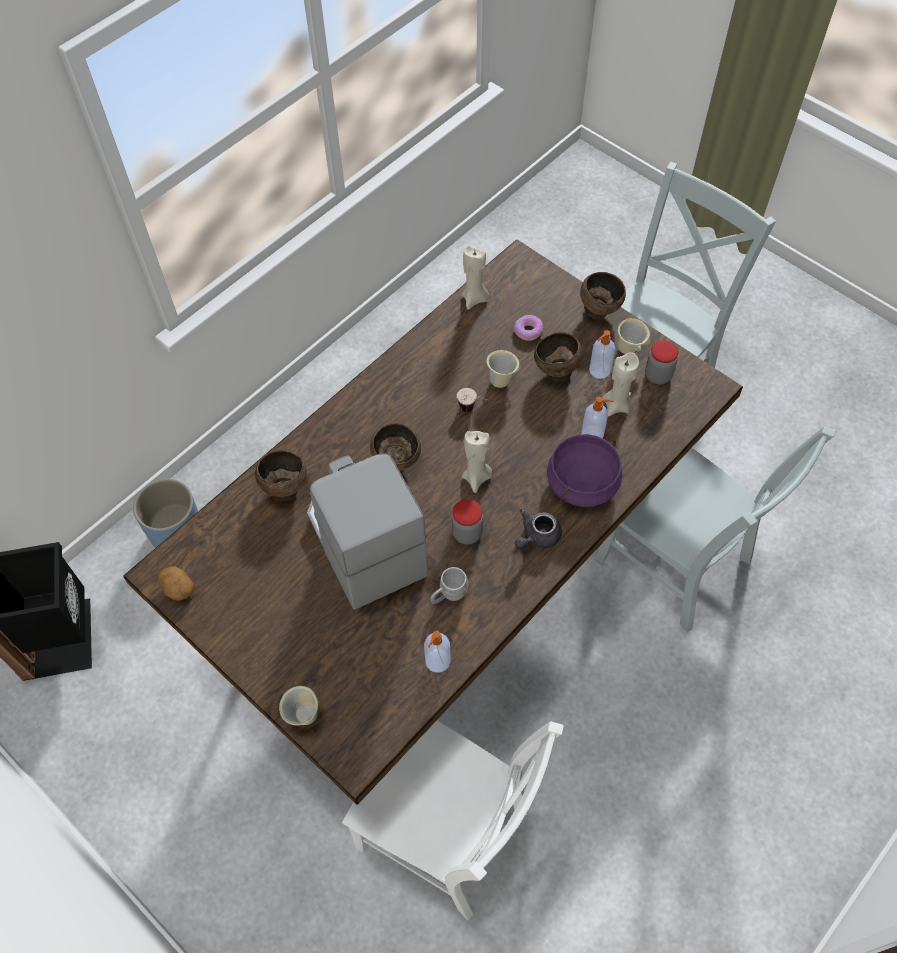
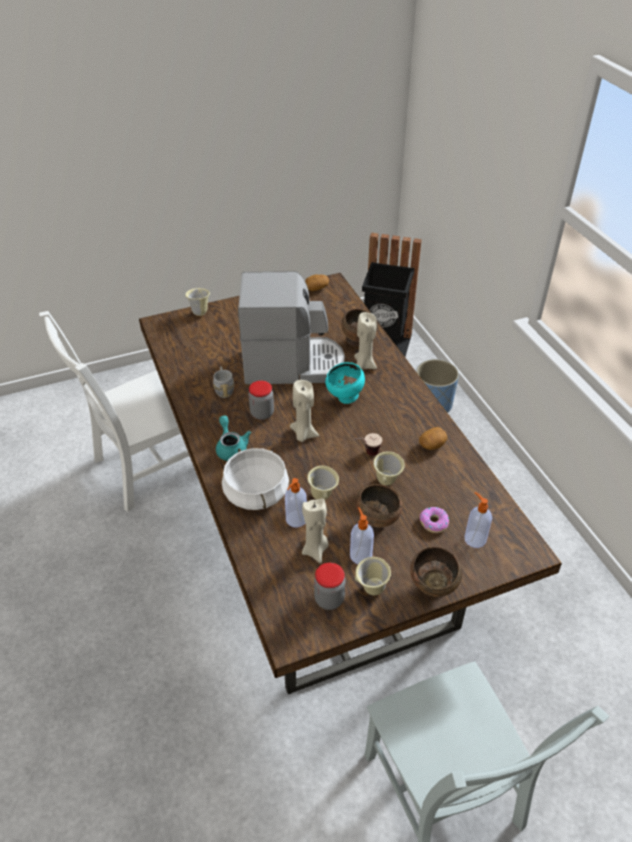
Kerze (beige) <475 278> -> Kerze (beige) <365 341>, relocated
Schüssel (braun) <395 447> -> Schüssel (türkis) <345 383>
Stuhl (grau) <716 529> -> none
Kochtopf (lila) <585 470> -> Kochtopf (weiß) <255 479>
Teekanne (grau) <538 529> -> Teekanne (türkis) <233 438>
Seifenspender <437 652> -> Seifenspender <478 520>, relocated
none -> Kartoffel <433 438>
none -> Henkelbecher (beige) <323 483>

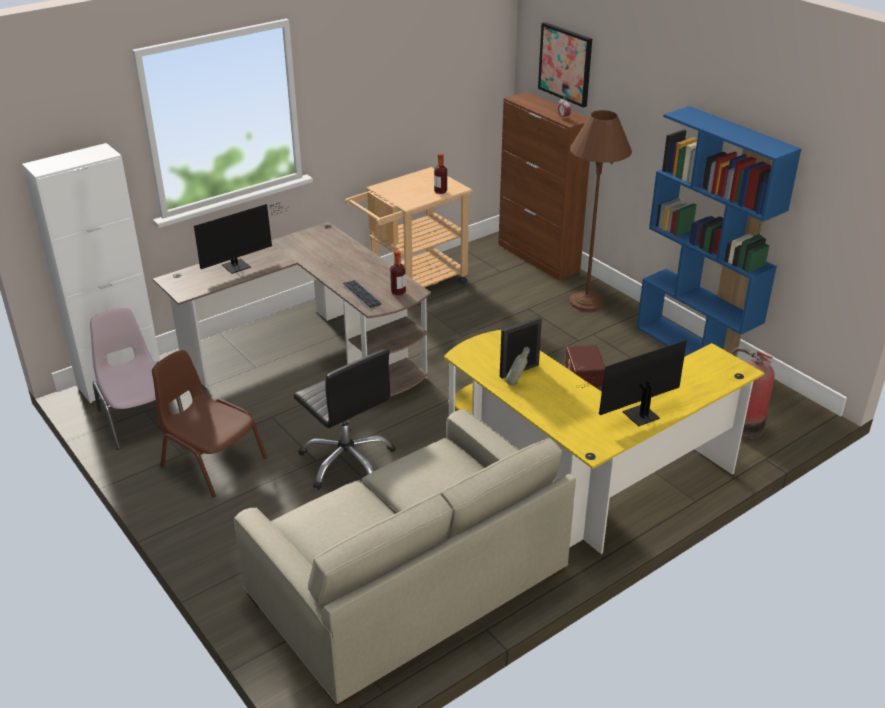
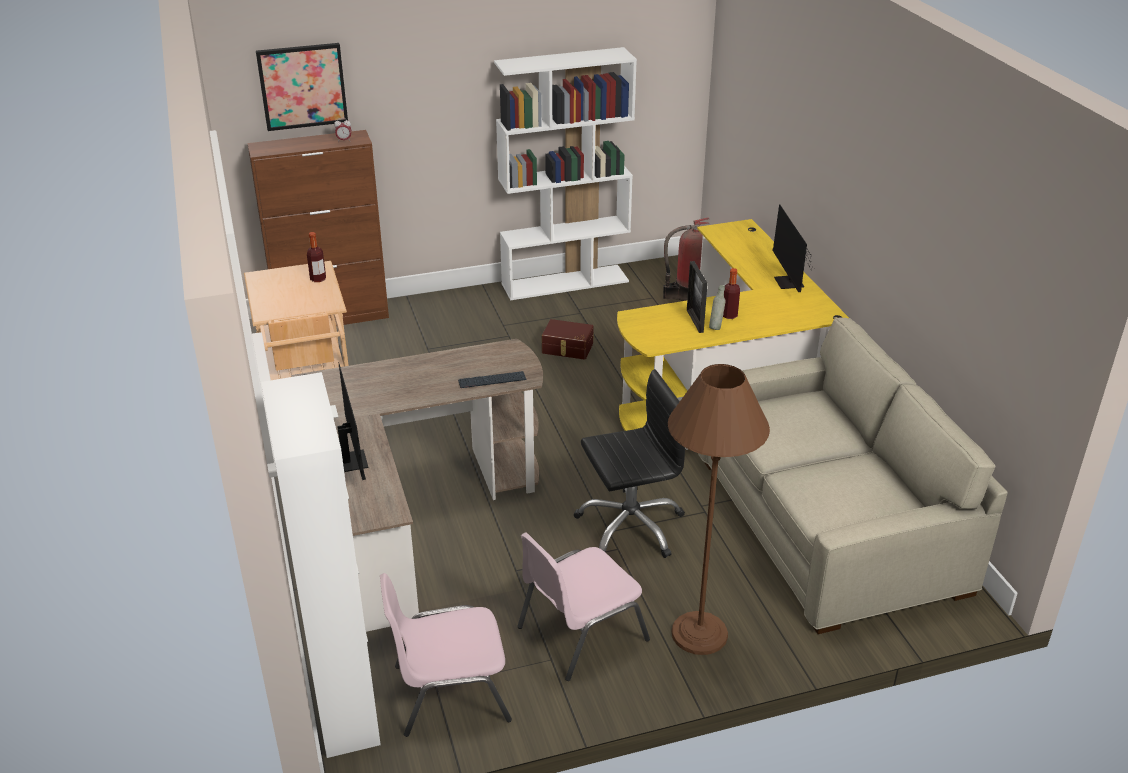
Bücherregal (blau) <718 231> -> Bücherregal (weiß) <565 173>
Stehlampe (braun) <600 210> -> Stehlampe (braun) <719 509>, relocated
Flasche <398 273> -> Flasche <731 293>, relocated
Stuhl (braun) <209 424> -> Stuhl (rosa) <583 606>

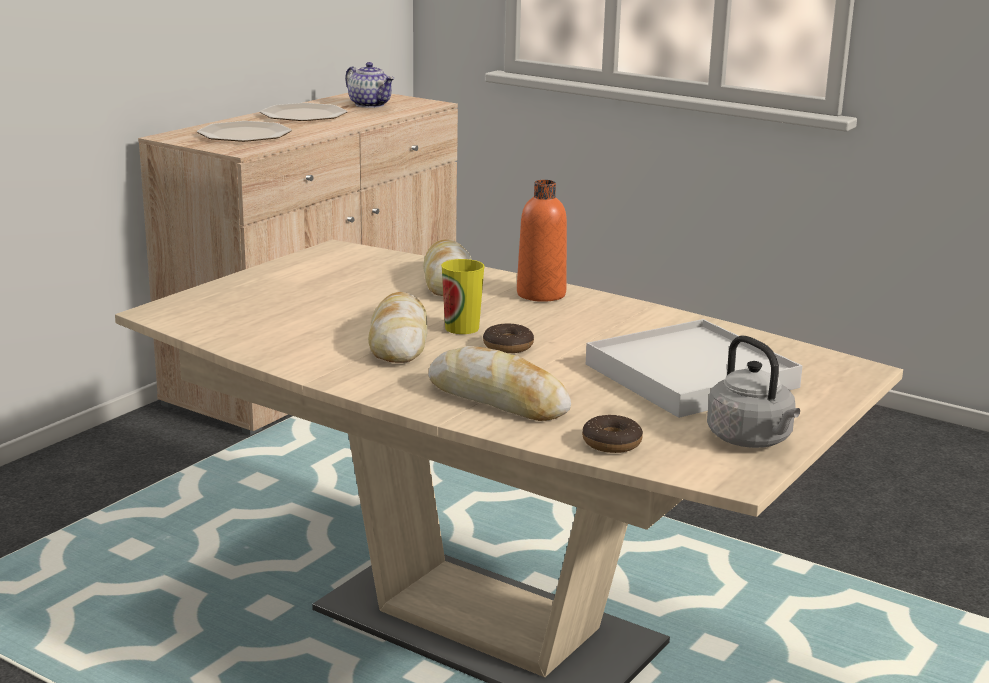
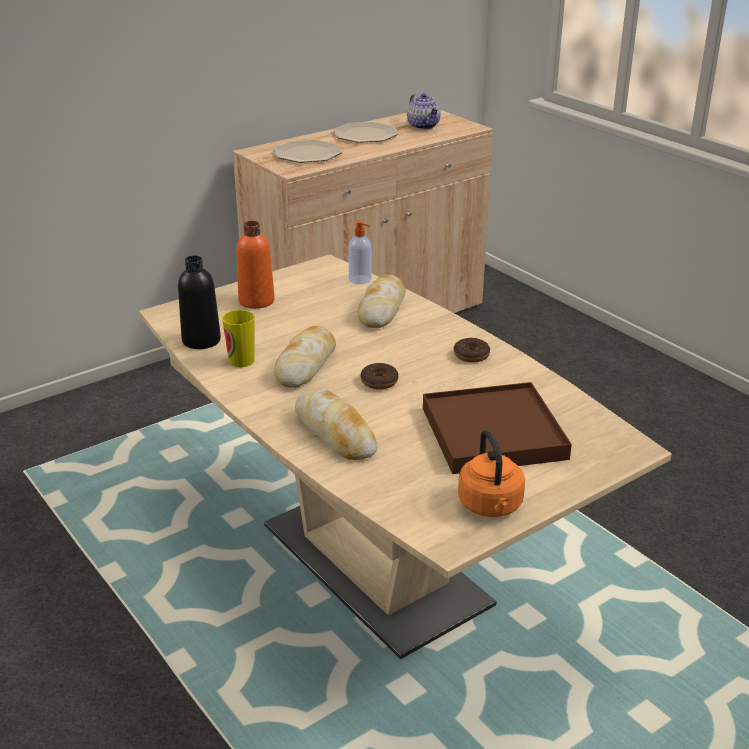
Flasche (orange) <542 241> -> Flasche (orange) <256 265>, relocated
Tasse <463 296> -> Tasse <238 338>, relocated
Tablett (weiß) <694 368> -> Tablett (braun) <497 428>
Wasserkessel (grau) <753 392> -> Wasserkessel (orange) <491 473>
Donut <612 434> -> Donut <471 350>, relocated
none -> Seifenspender <359 252>
none -> Flasche (schwarz) <199 302>

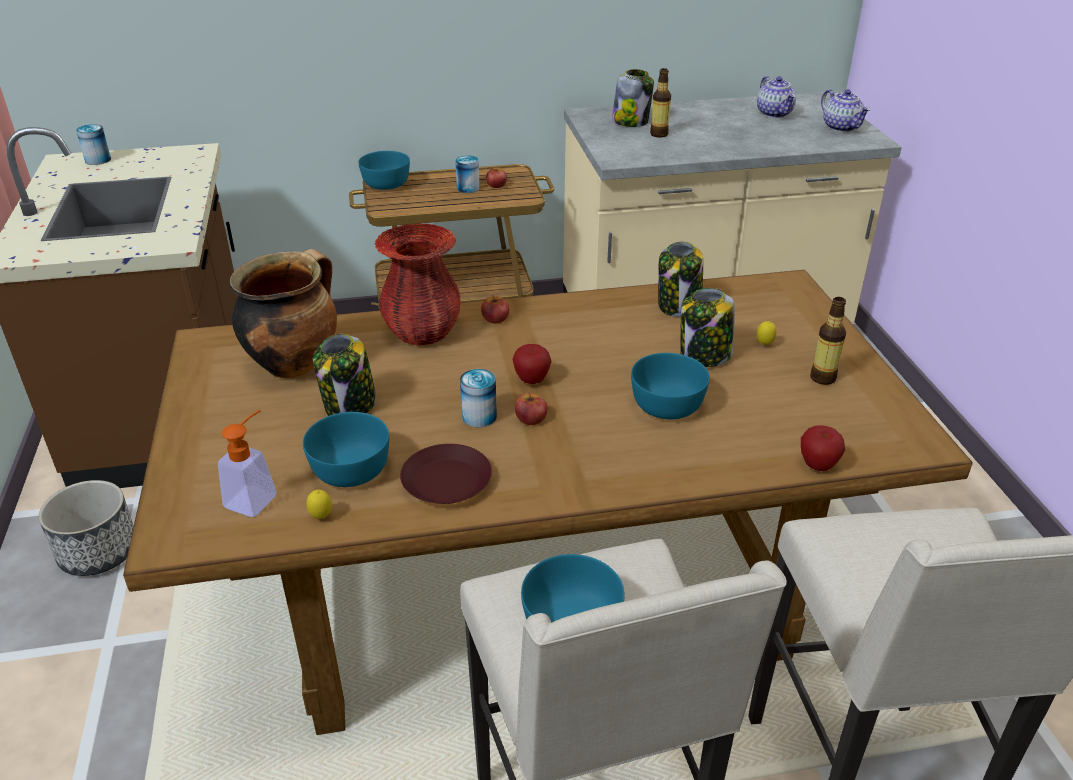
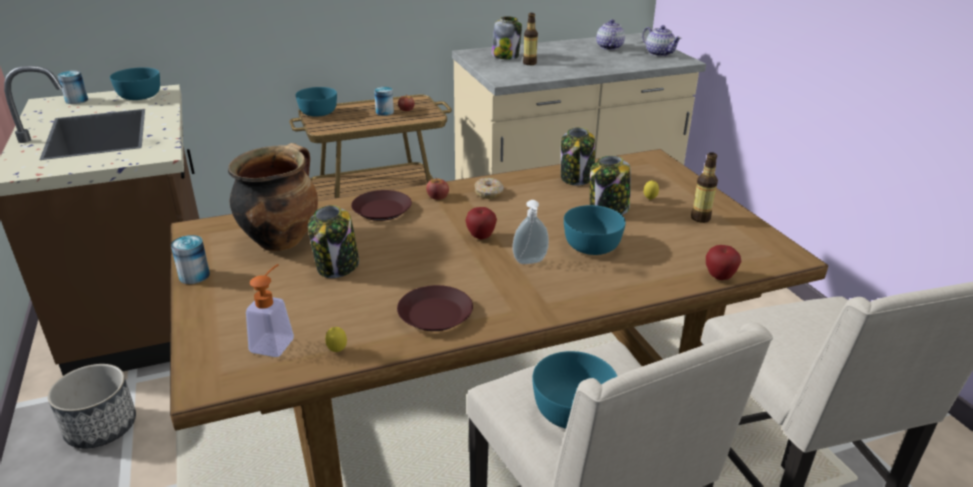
Teekanne <776 97> -> Teekanne <610 34>, 150 degrees counterclockwise
Vase (rot) <418 284> -> Teller (braun) <381 205>
Dose <478 398> -> Dose <190 259>, relocated
Apfel <531 408> -> none
Schüssel (türkis) <346 449> -> Schüssel (türkis) <135 83>, relocated
none -> Donut <489 188>
none -> Seifenspender <531 232>

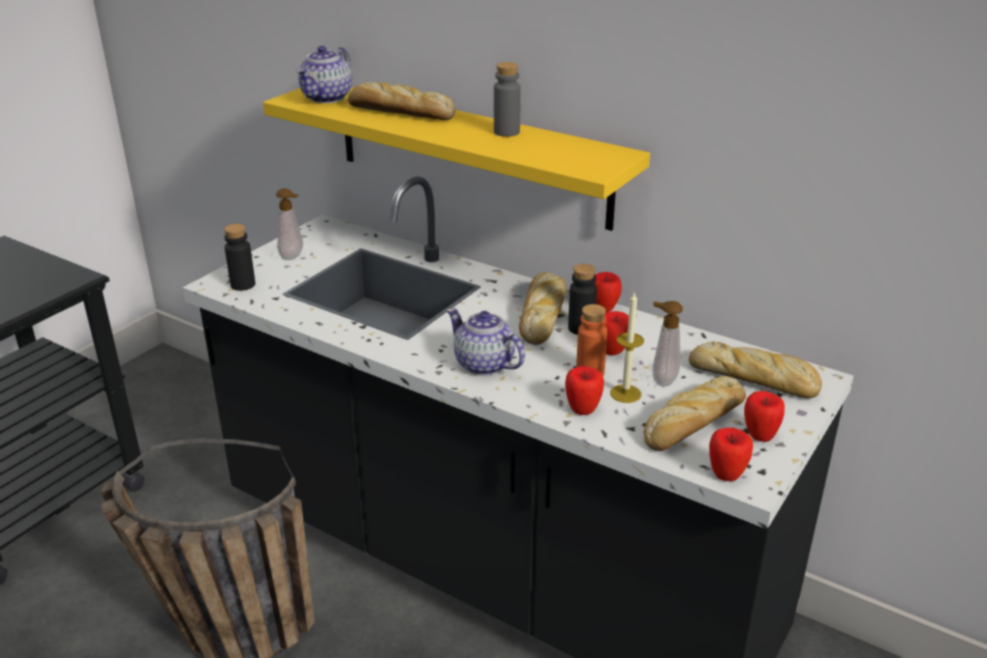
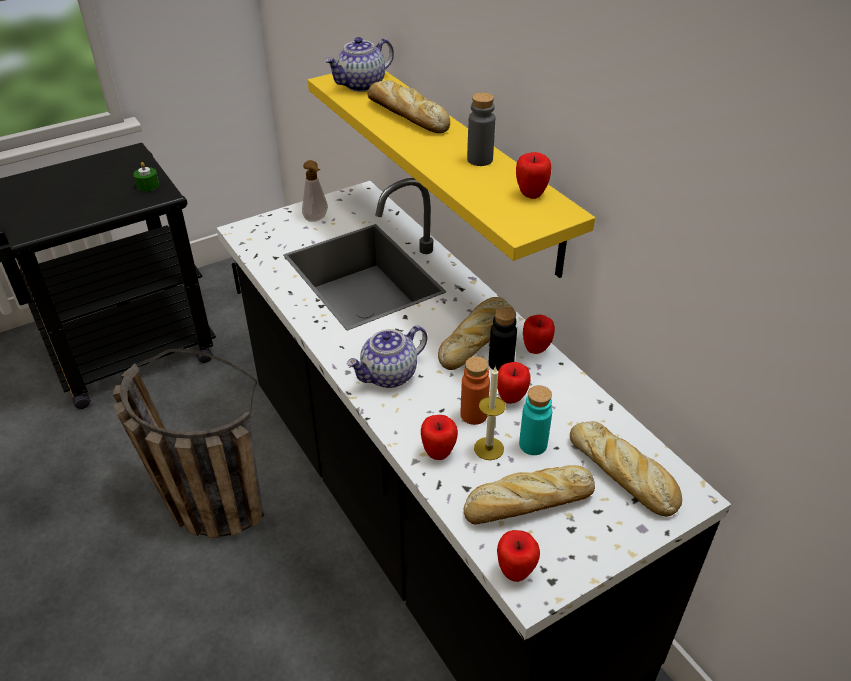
Flasche (schwarz) <239 257> -> none
Seifenspender <667 344> -> Flasche (türkis) <535 420>
Teekanne <486 342> -> Teekanne <387 356>, 105 degrees counterclockwise
Apfel <764 416> -> Apfel <533 175>, relocated
none -> Kerze (grün) <146 176>

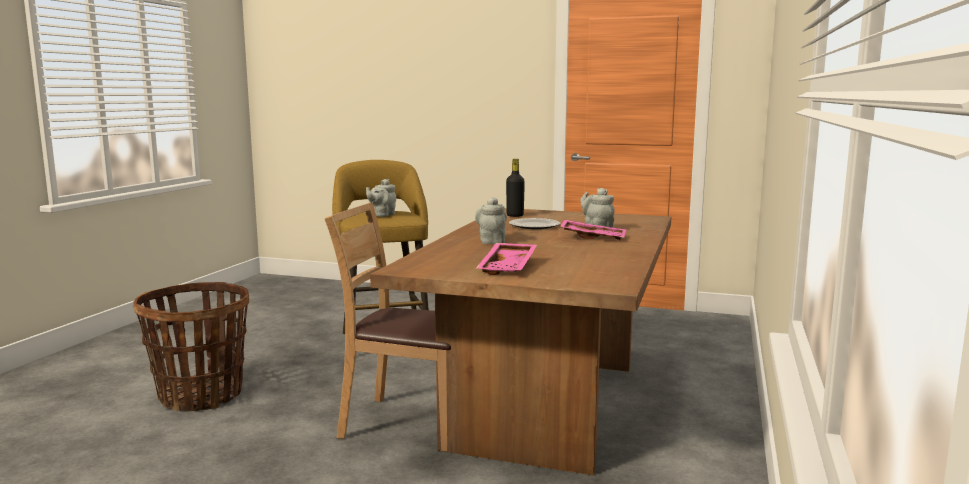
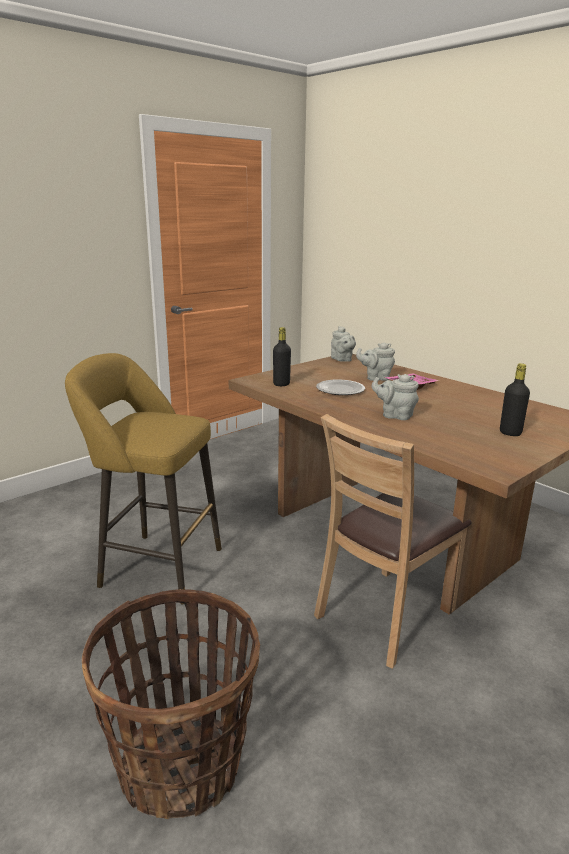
Teekanne (grau) <381 198> -> Teekanne (grau) <343 344>, relocated
Tablett (rosa) <506 259> -> Flasche (schwarz) <515 399>

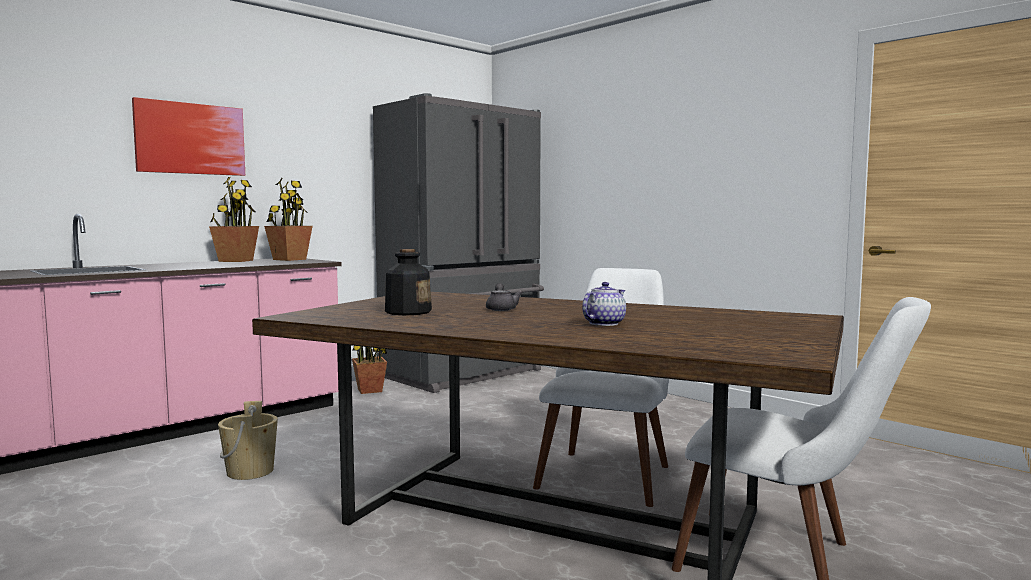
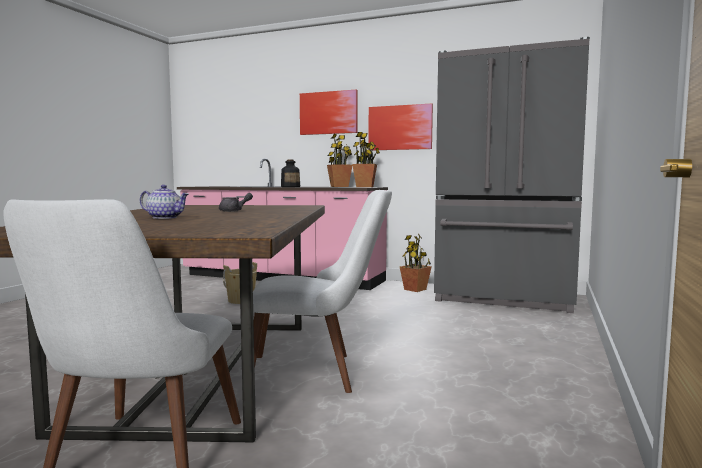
Flasche <408 282> -> Flasche <290 173>, relocated
none -> Bild <400 126>

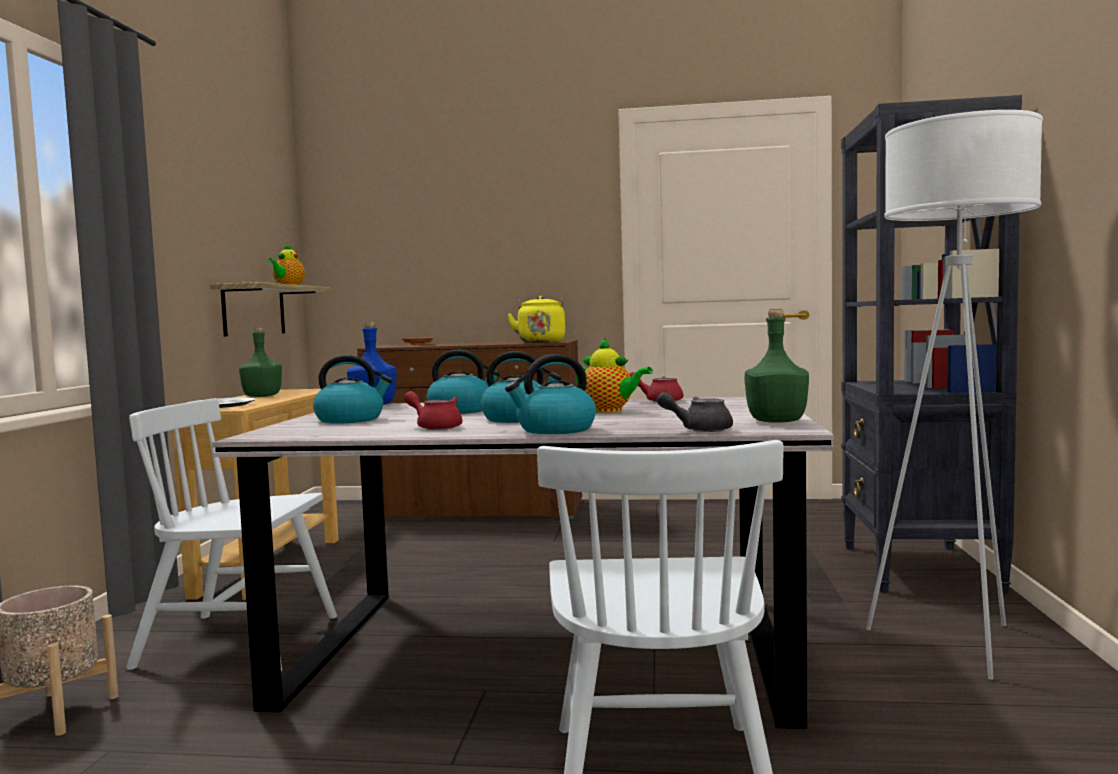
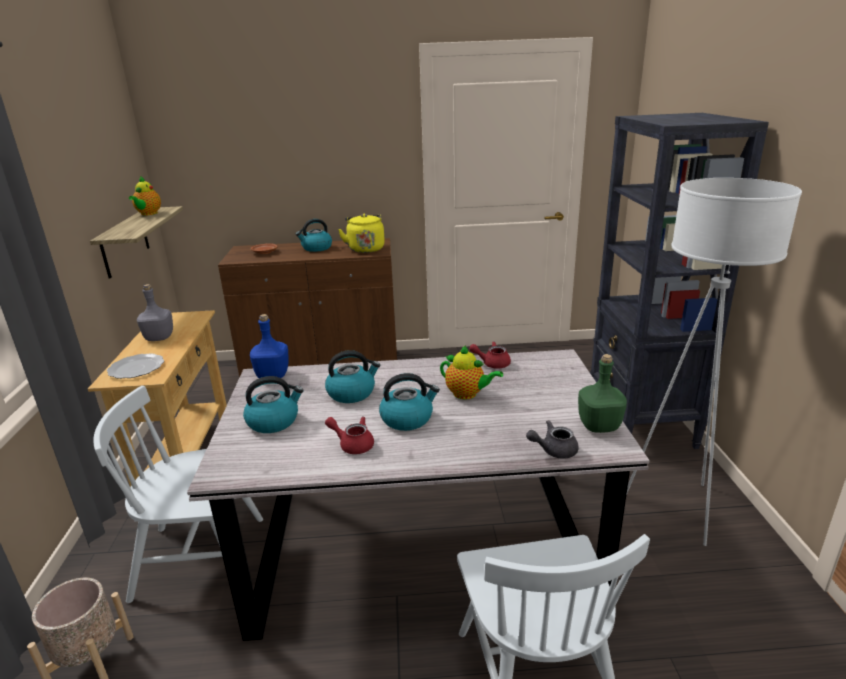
Flasche (grün) <260 362> -> Flasche (grau) <155 312>
Wasserkessel <550 394> -> Wasserkessel <314 235>, relocated

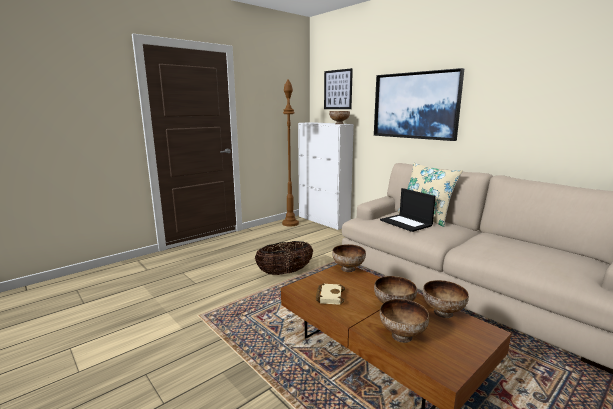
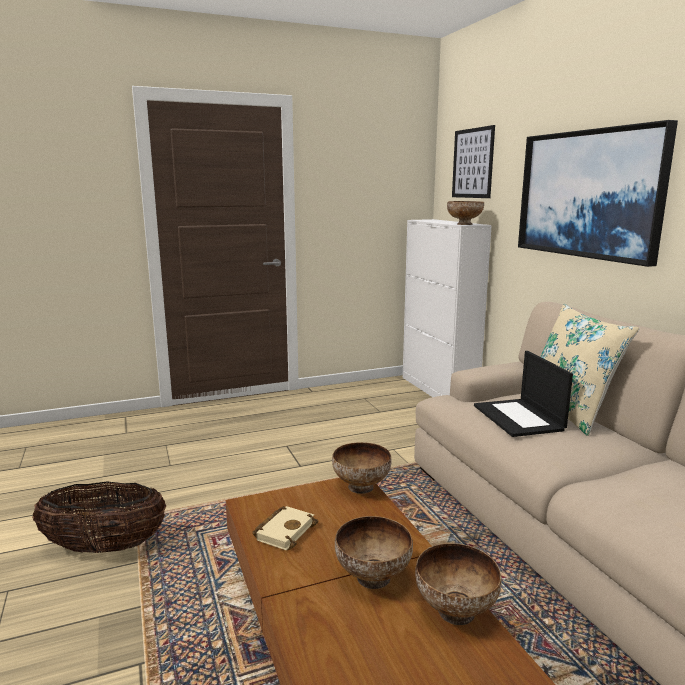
Stehlampe (braun) <290 153> -> none
Korb <284 258> -> Korb <99 517>, relocated
Schüssel <404 321> -> none

